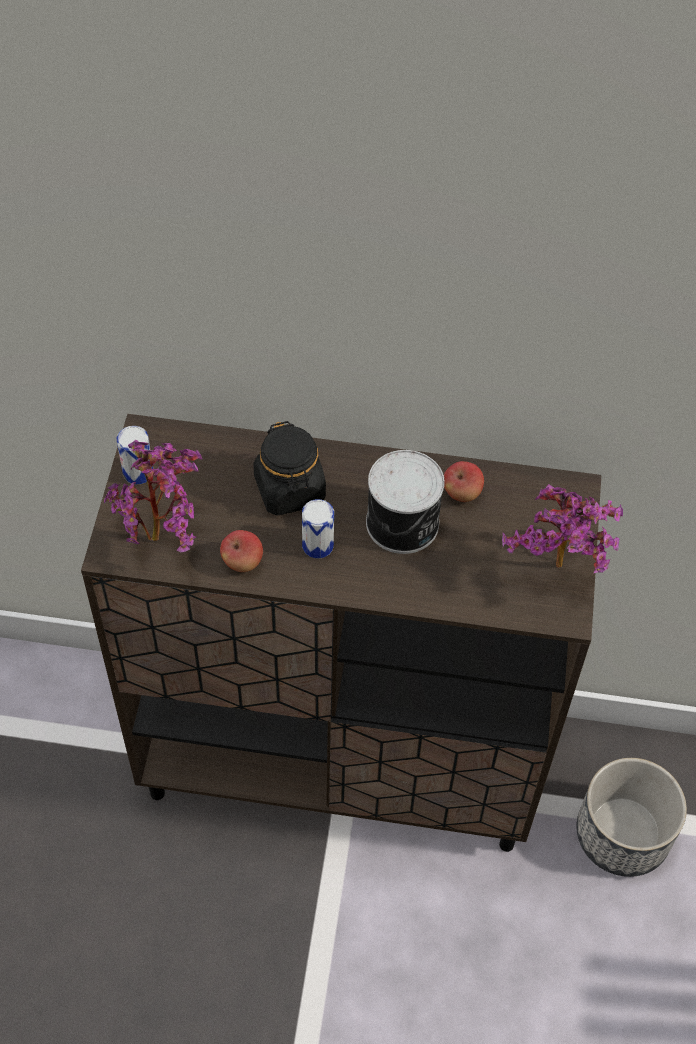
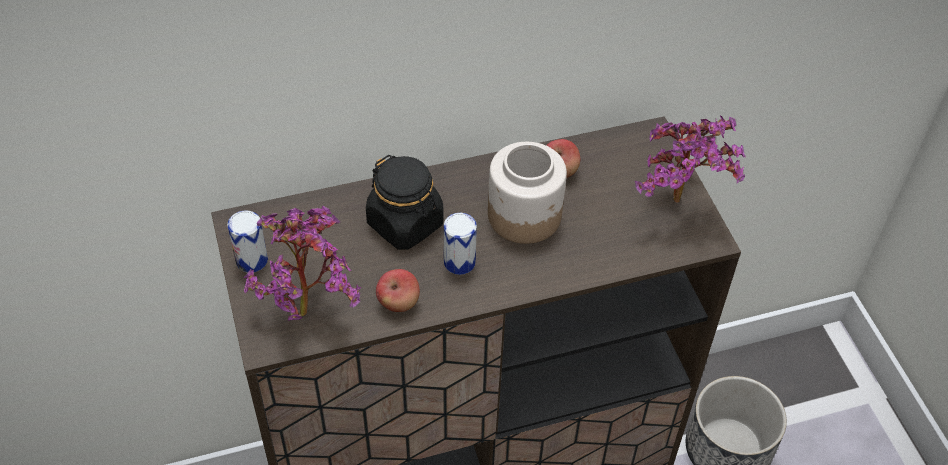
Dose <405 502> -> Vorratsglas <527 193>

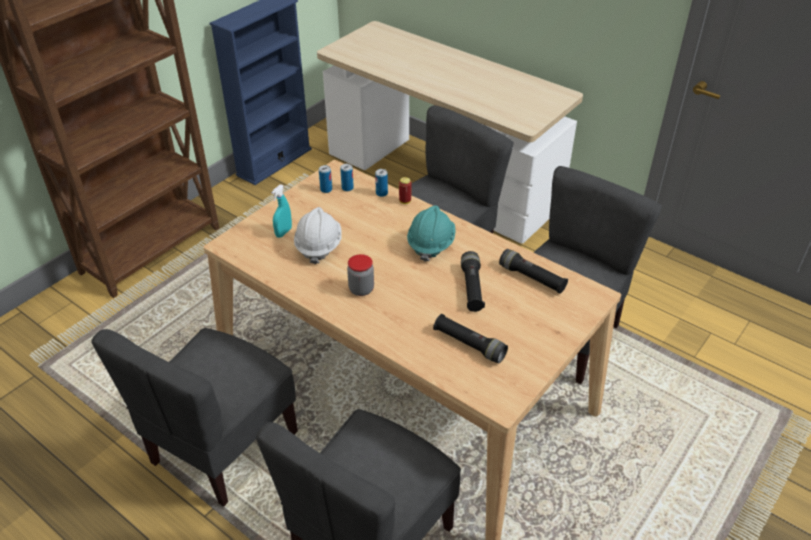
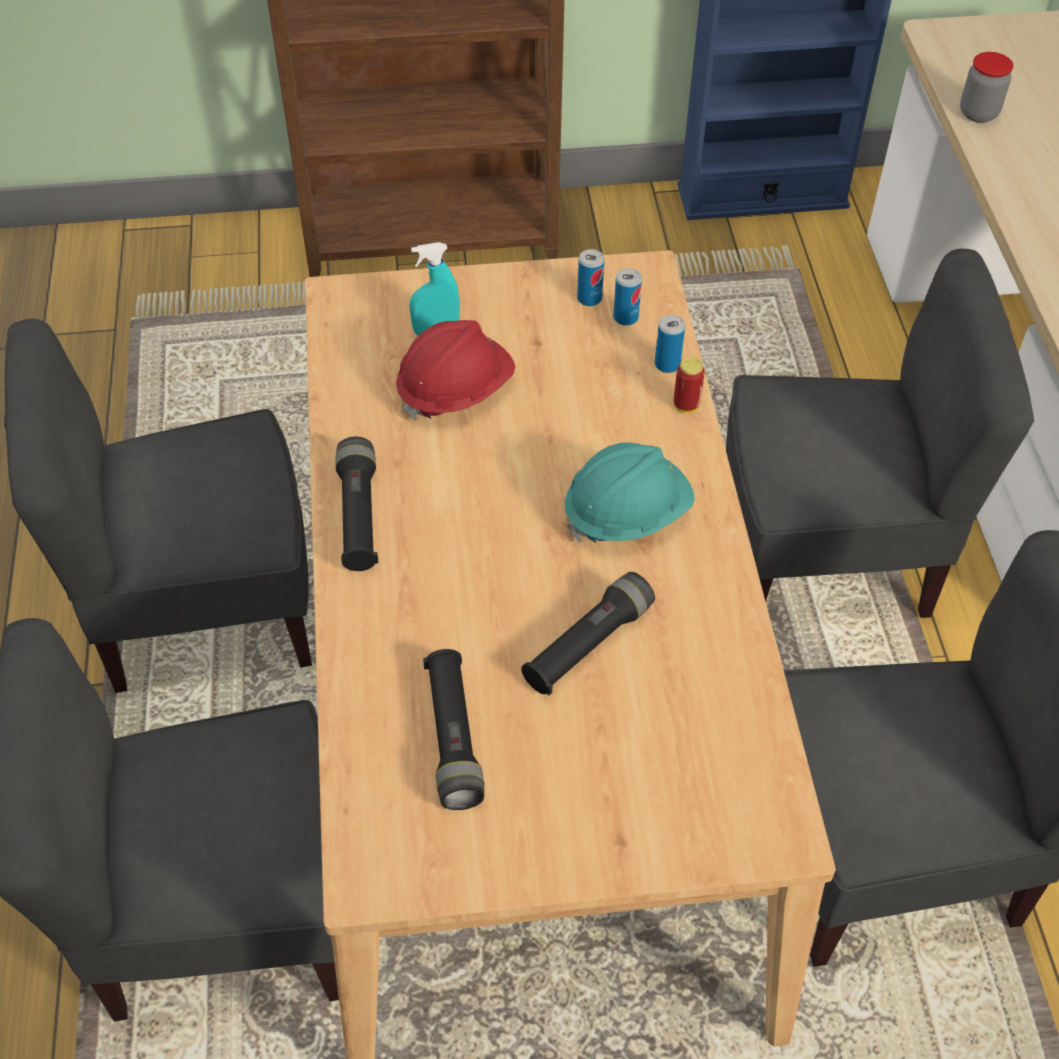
Schutzhelm (weiß) <318 235> -> Schutzhelm (rot) <455 370>
Taschenlampe (schwarz) <533 271> -> Taschenlampe (schwarz) <357 504>, relocated
Vorratsglas <360 275> -> Vorratsglas <986 87>, relocated

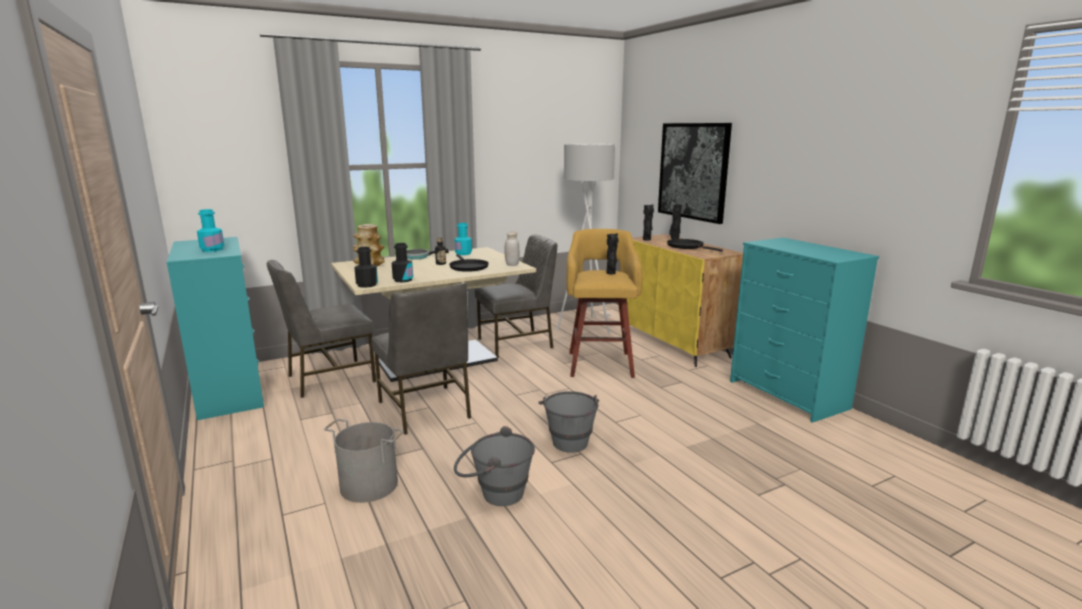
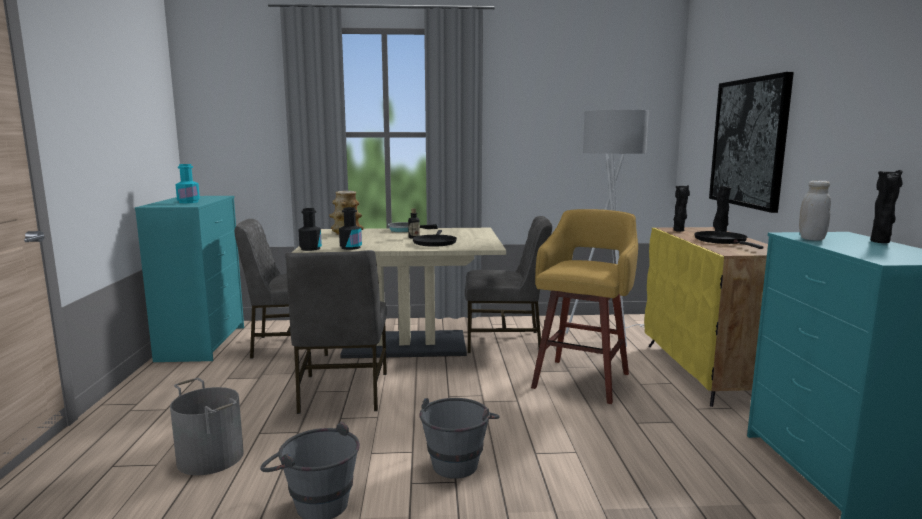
Flasche (türkis) <463 239> -> none
Vorratsglas (weiß) <512 248> -> Vorratsglas (weiß) <815 210>, relocated
Vase (schwarz) <612 253> -> Vase (schwarz) <886 206>, relocated

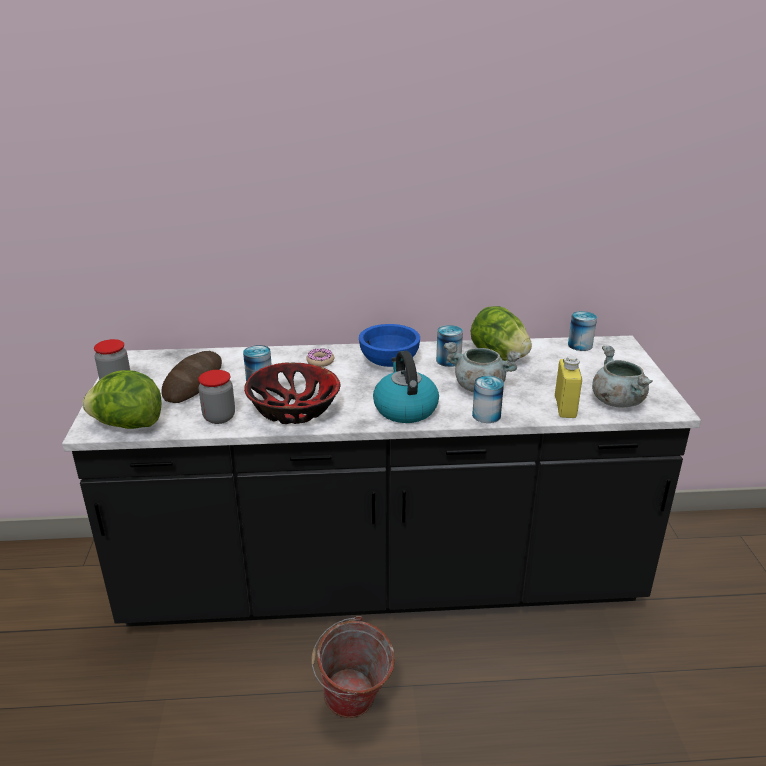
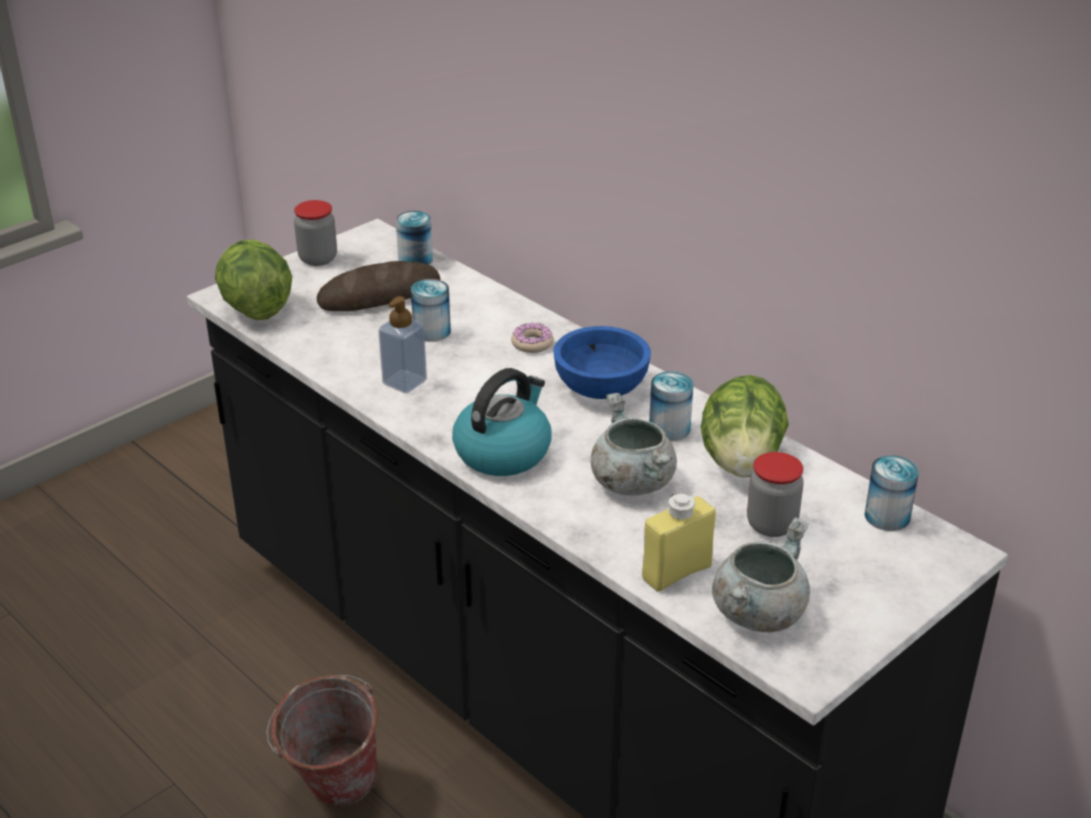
Schüssel <292 393> -> Seifenspender <402 344>
Vorratsglas <216 397> -> Vorratsglas <775 494>, relocated
Dose <488 399> -> Dose <414 238>, relocated

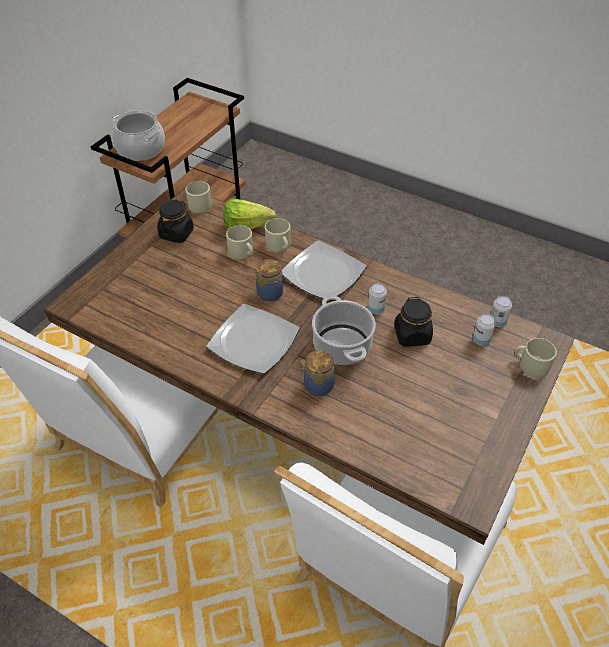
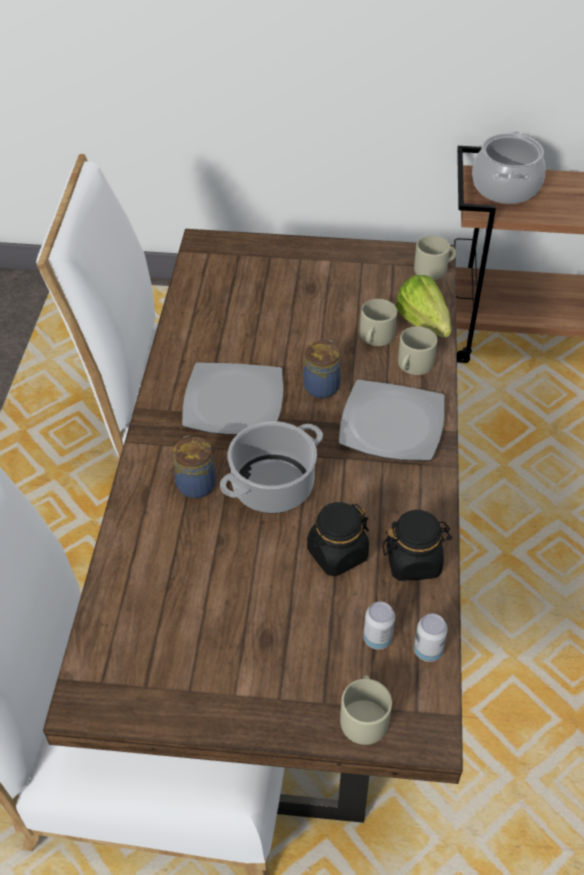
Vorratsglas (schwarz) <175 221> -> Vorratsglas (schwarz) <417 545>, relocated
Dose <377 298> -> none

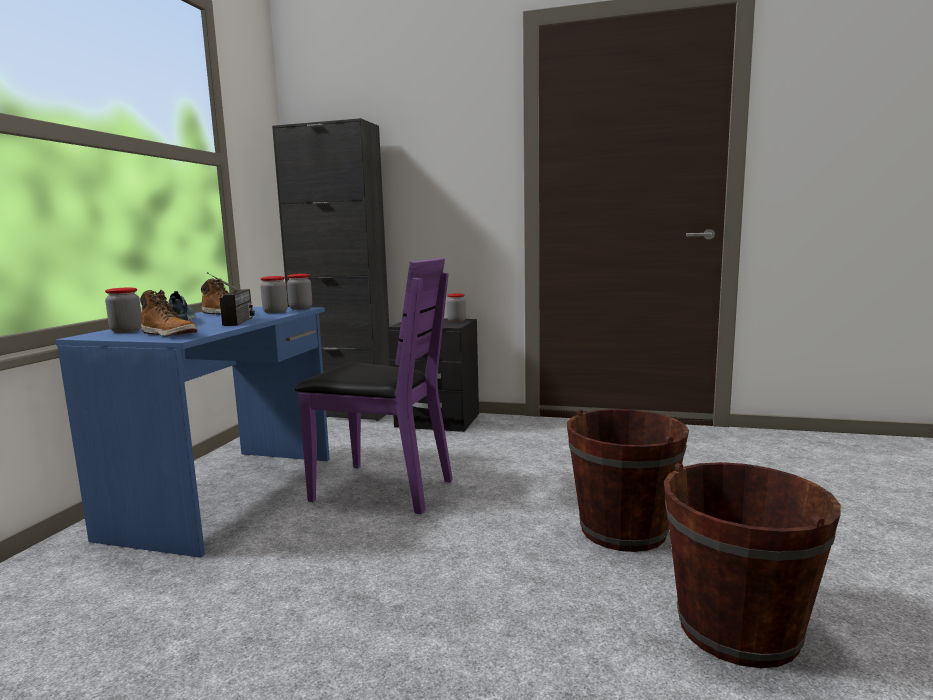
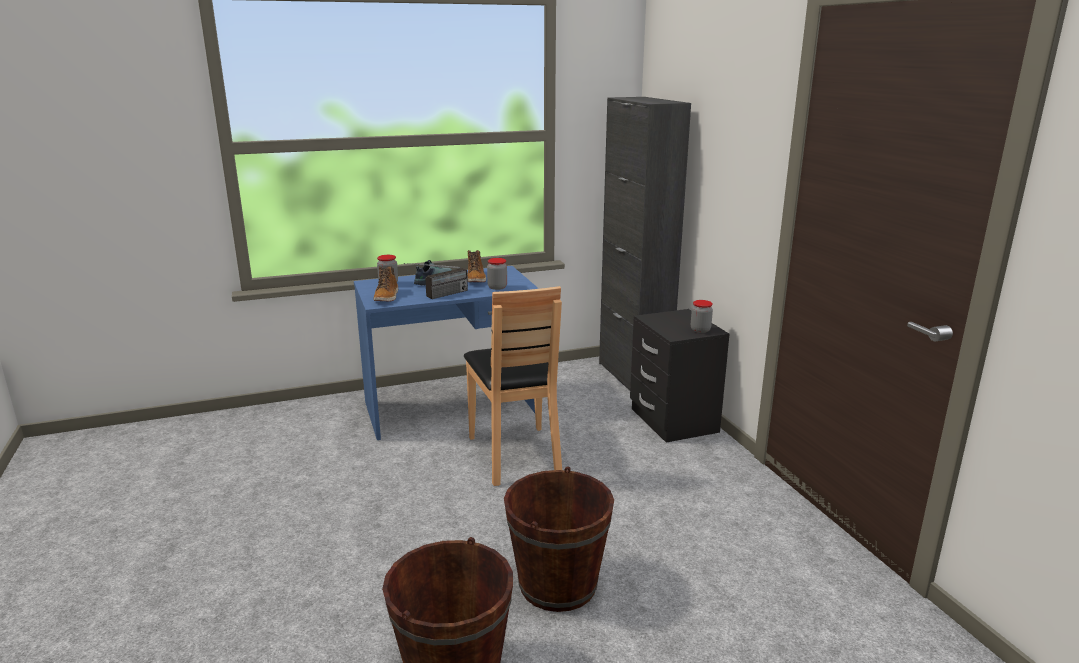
Stuhl (lila) <374 386> -> Stuhl (braun) <513 386>
Vorratsglas <299 292> -> none

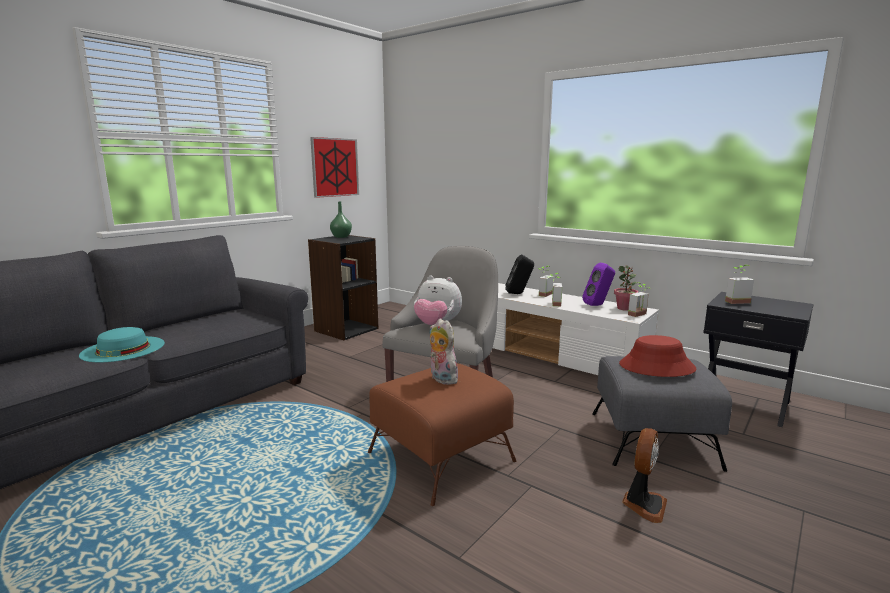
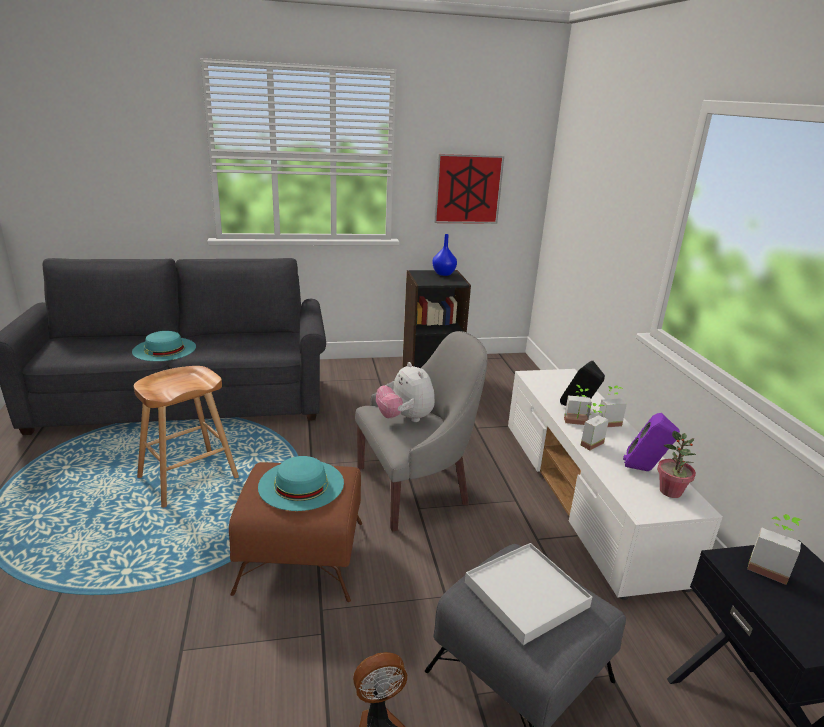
Vase (grün) <341 220> -> Vase (blau) <444 255>
Topfpflanze <639 299> -> Topfpflanze <578 405>, relocated
Plüschtier <444 351> -> Hut (türkis) <301 483>
Hut (rot) <658 356> -> Tablett (weiß) <528 594>
none -> Hocker (braun) <186 437>

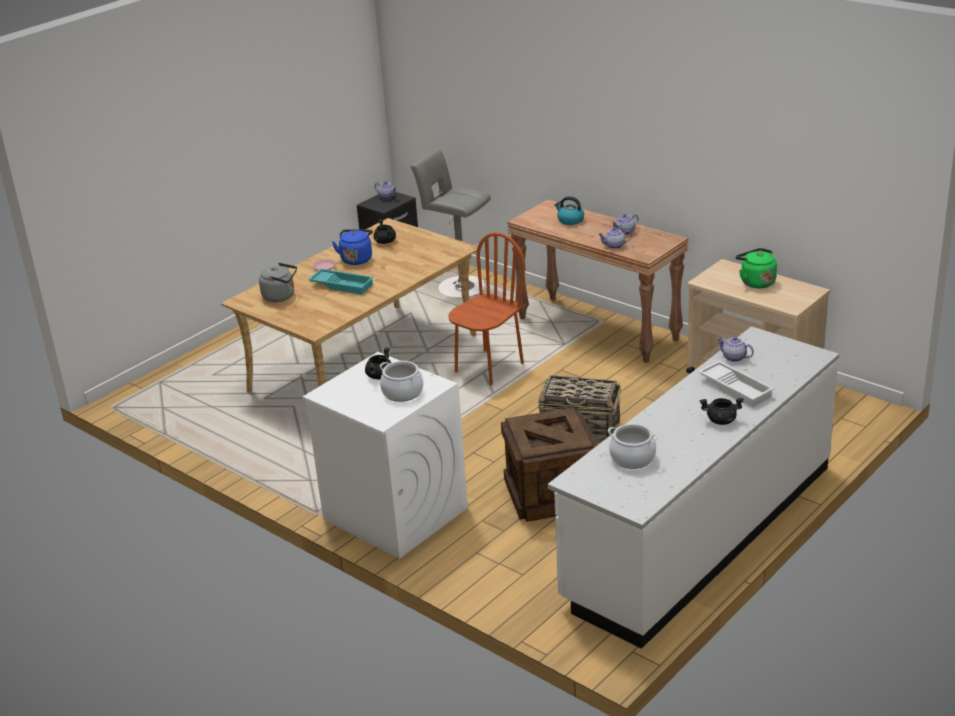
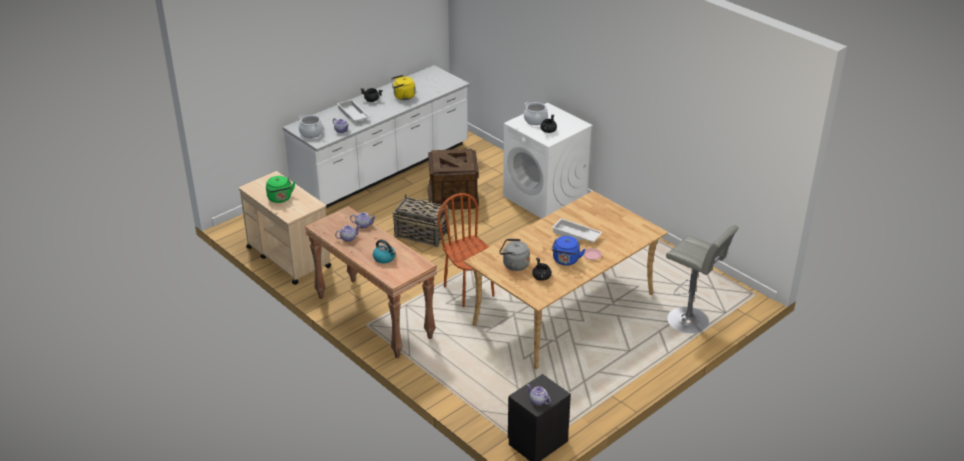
Hocker (grau) <451 223> -> Hocker (grau) <702 279>, relocated
Stuhl (braun) <487 308> -> Stuhl (braun) <465 250>, 105 degrees clockwise
Wasserkessel (grau) <278 282> -> Wasserkessel (grau) <514 255>, relocated
Tablett (türkis) <341 282> -> Tablett (weiß) <577 230>
Kochtopf <633 446> -> Kochtopf <310 126>, relocated
none -> Wasserkessel (gelb) <403 87>

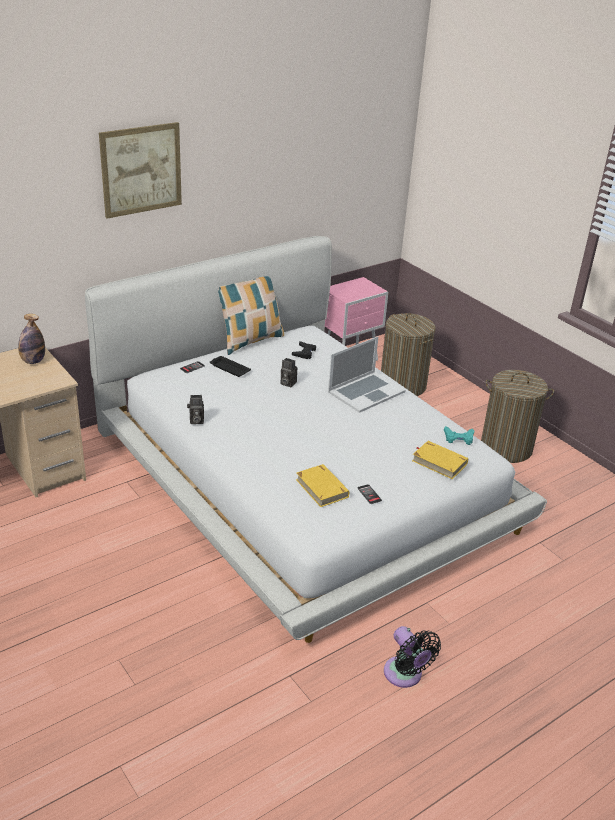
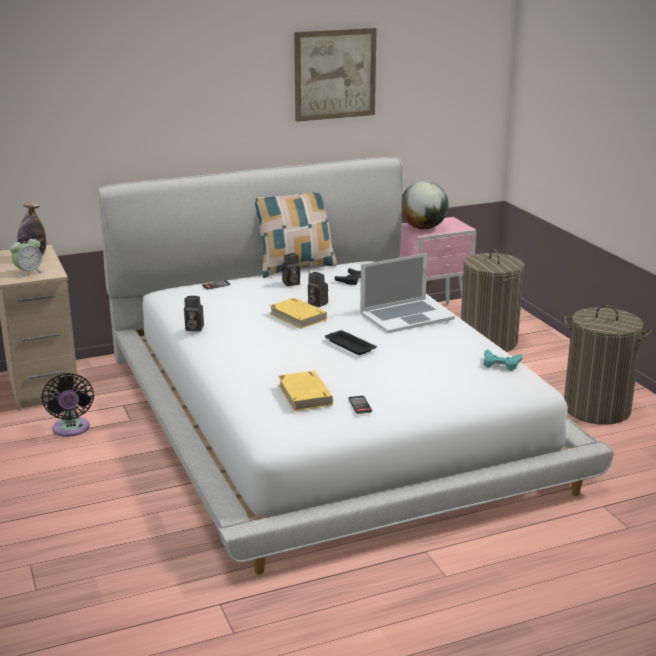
Bild <140 170> -> Bild <335 75>, relocated
Tablett (schwarz) <230 366> -> Tablett (schwarz) <351 342>, relocated
Buch (gelb) <440 460> -> Buch (gelb) <298 313>, relocated
Ventilator (schwarz) <412 657> -> Ventilator (schwarz) <67 405>, relocated
none -> Globus <425 205>
none -> Wecker <26 256>
none -> Kamera <290 269>

